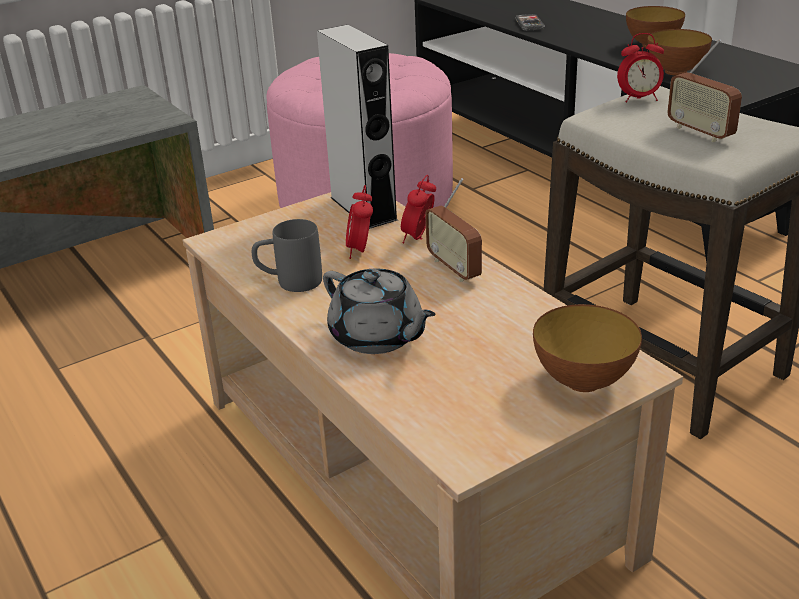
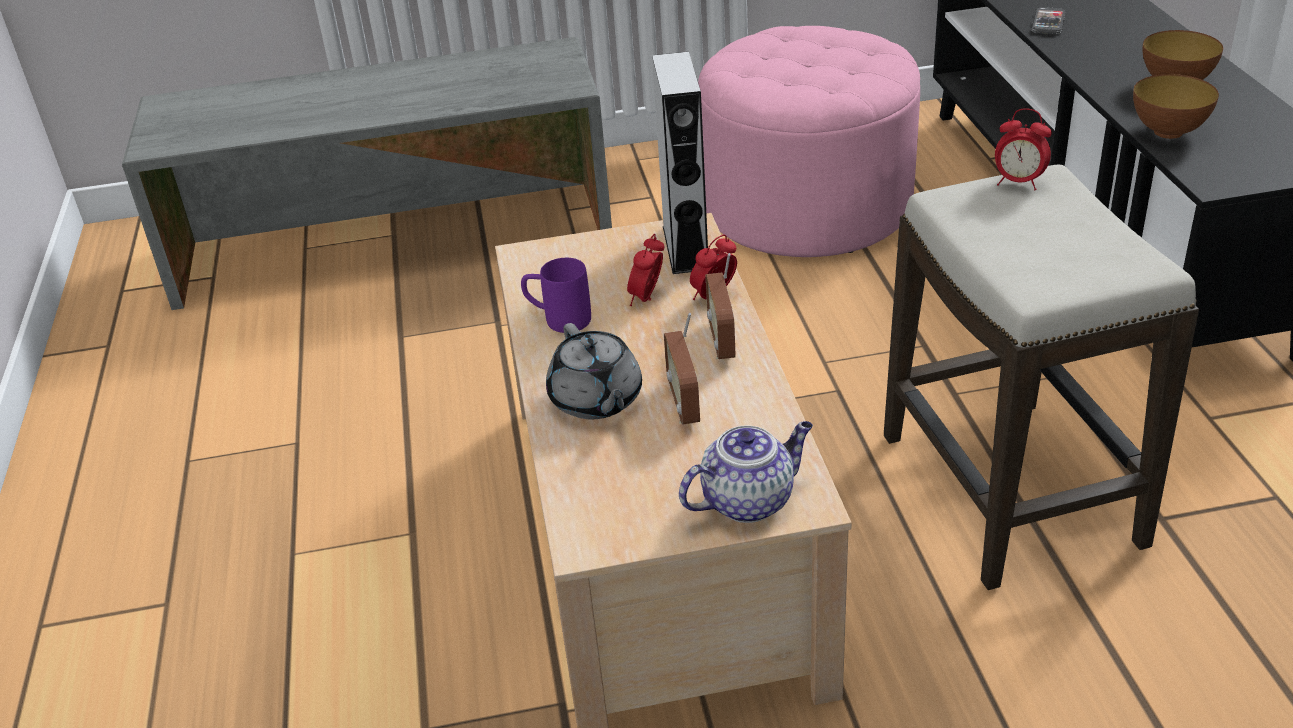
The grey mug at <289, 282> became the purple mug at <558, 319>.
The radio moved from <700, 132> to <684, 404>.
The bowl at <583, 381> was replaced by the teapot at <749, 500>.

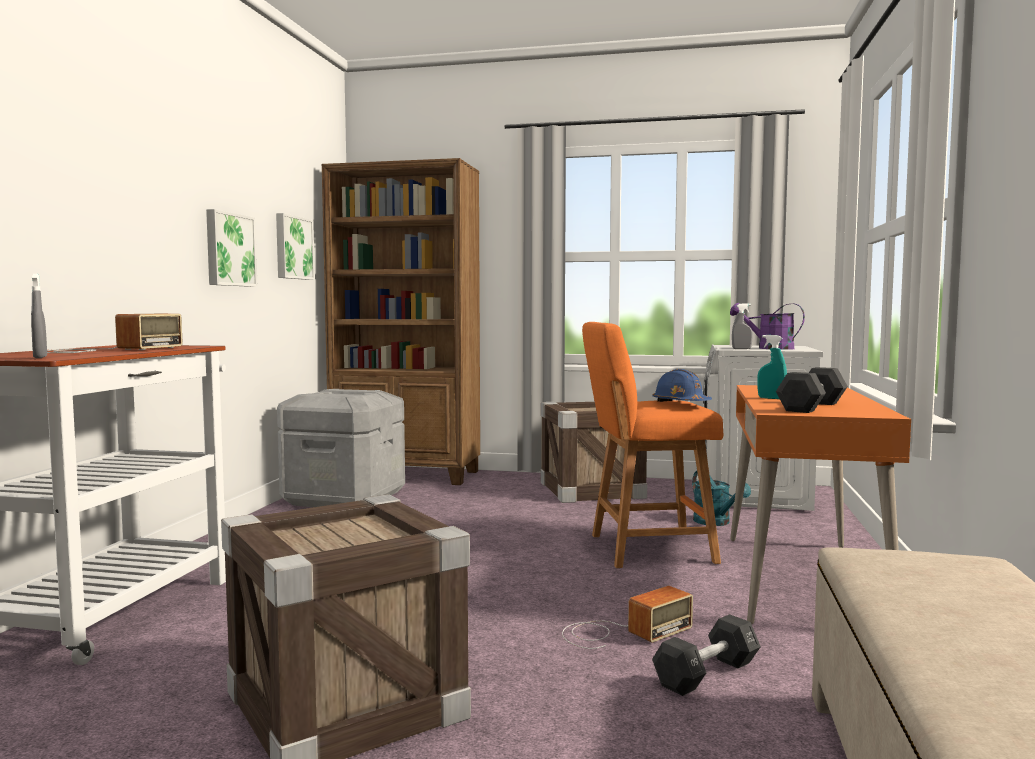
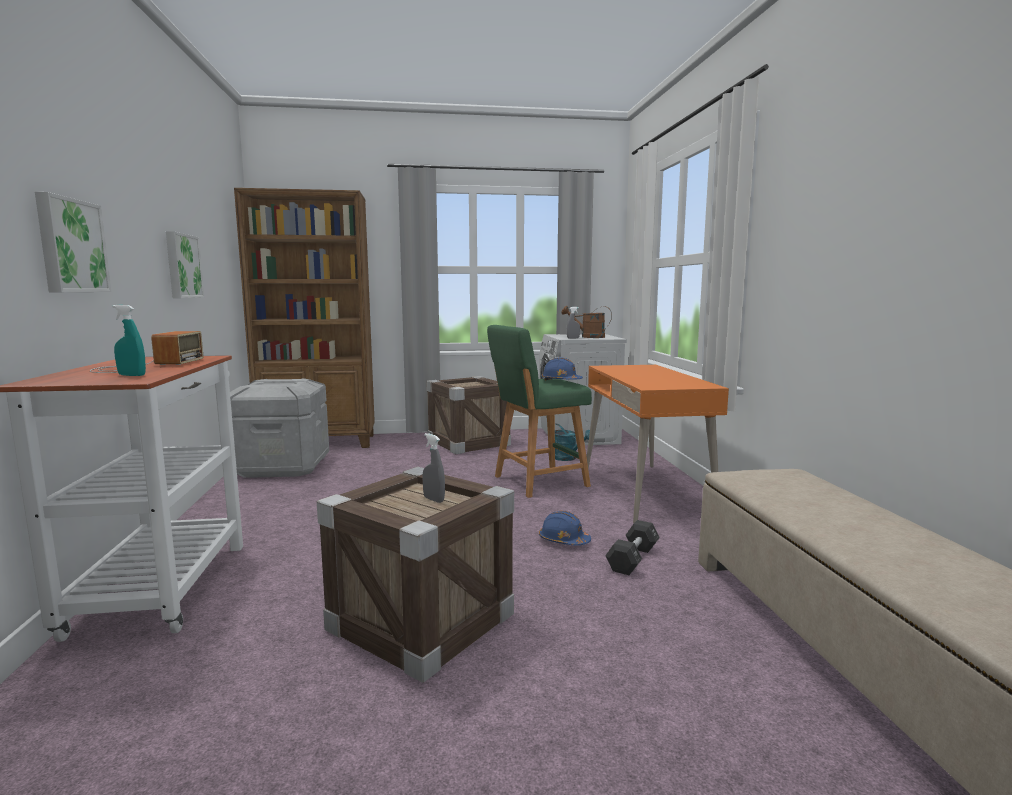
The picture moved from <292, 247> to <70, 246>.
The turquoise spray bottle moved from <771, 398> to <132, 375>.
The grey spray bottle moved from <40, 357> to <434, 499>.
The orange stool at <645, 549> became the green stool at <537, 482>.
The radio at <621, 632> was replaced by the blue hard hat at <563, 541>.
The purple watering can at <768, 348> became the brown watering can at <588, 337>.
The black dumbbell at <812, 407> disappeared.

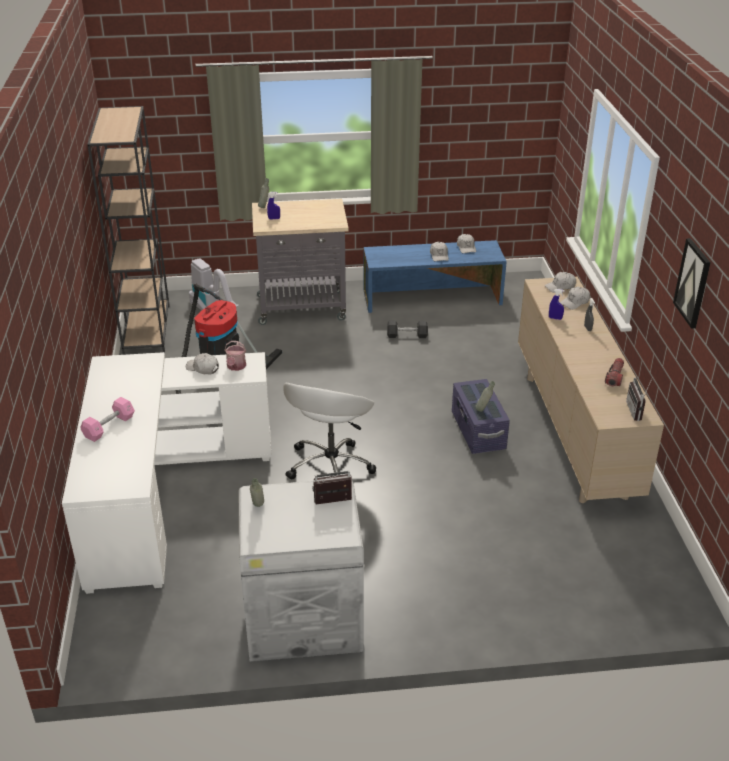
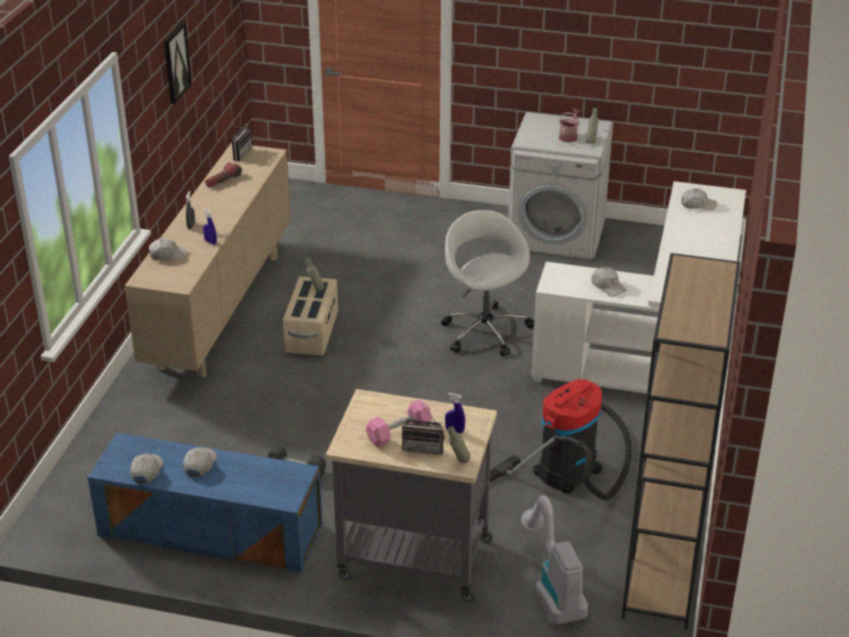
The purple storage box at <478, 431> became the beige storage box at <312, 333>.
The pink dumbbell moved from <109, 427> to <399, 432>.
The radio moved from <333, 503> to <424, 448>.
The white office chair at <329, 468> turned 75 degrees counterclockwise.
The watering can moved from <236, 367> to <569, 136>.
The white cap moved from <560, 287> to <698, 205>.

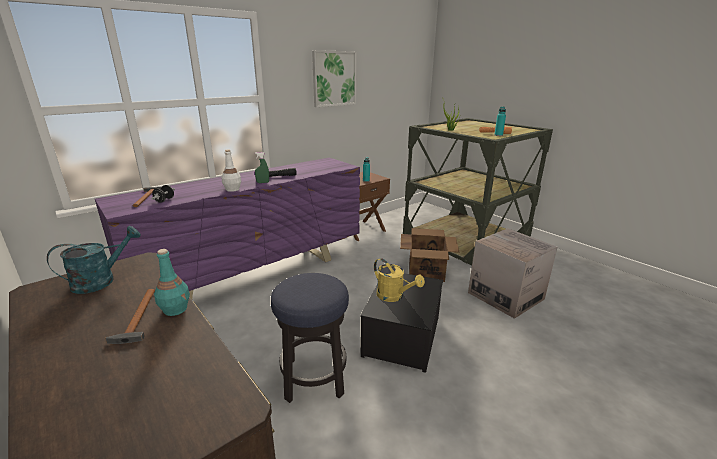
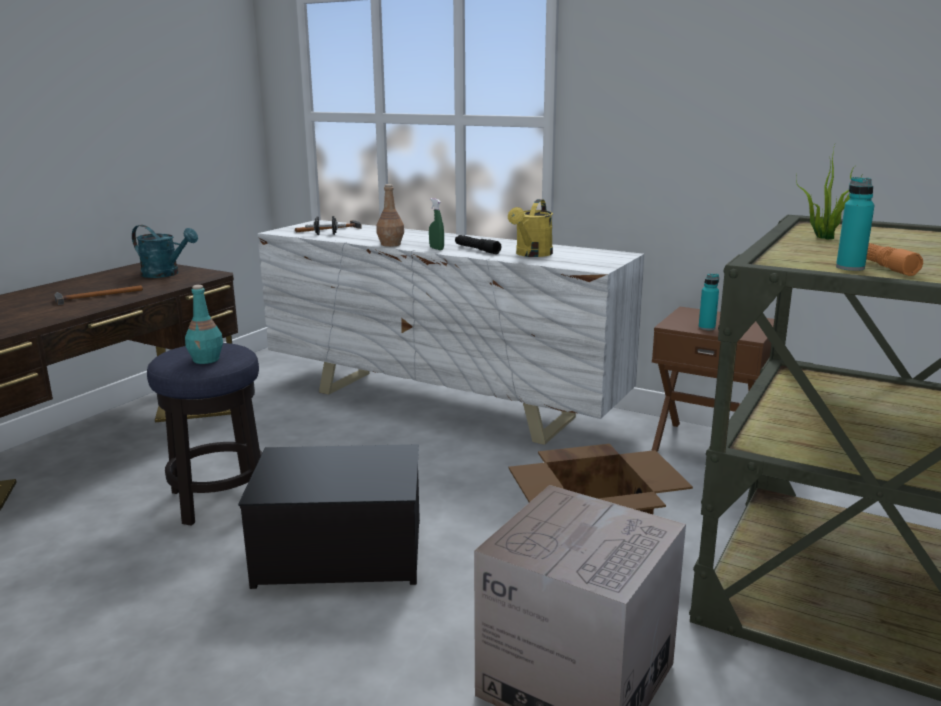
The turquoise bottle moved from <175, 309> to <206, 359>.
The purple cabinet at <256, 275> became the white cabinet at <442, 405>.
The white bottle at <232, 189> became the brown bottle at <391, 244>.
The yellow watering can moved from <394, 296> to <531, 254>.
The picture at <334, 78> disappeared.

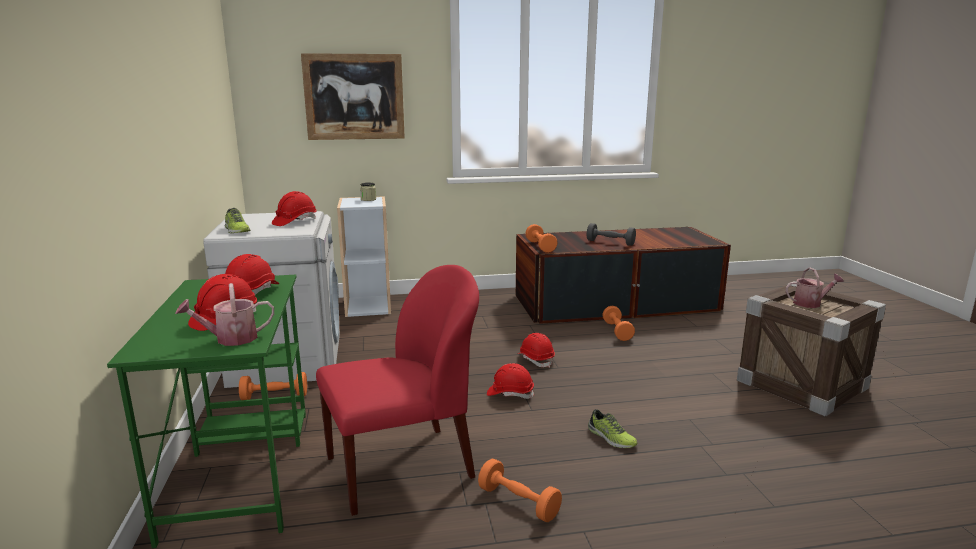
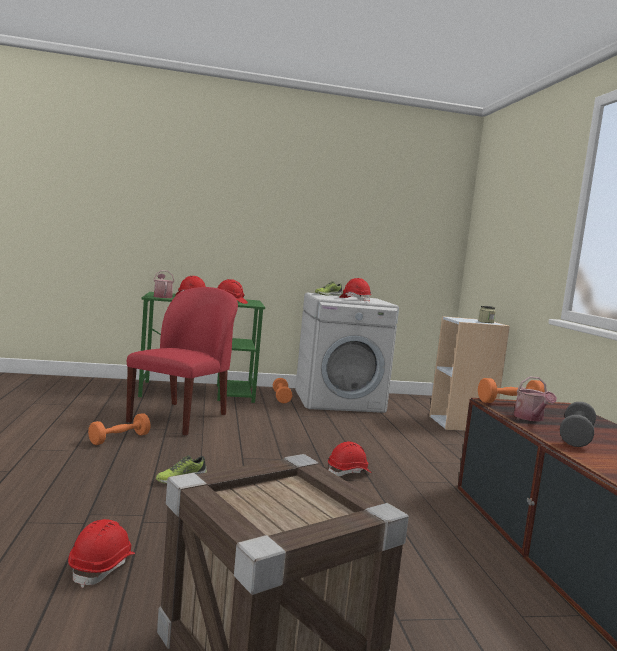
The red hard hat moved from <510, 393> to <102, 567>.
The red chair at <403, 467> turned 135 degrees counterclockwise.
The watering can moved from <810, 303> to <530, 418>.
The picture at <354, 97> disappeared.
The orange dumbbell at <617, 331> disappeared.

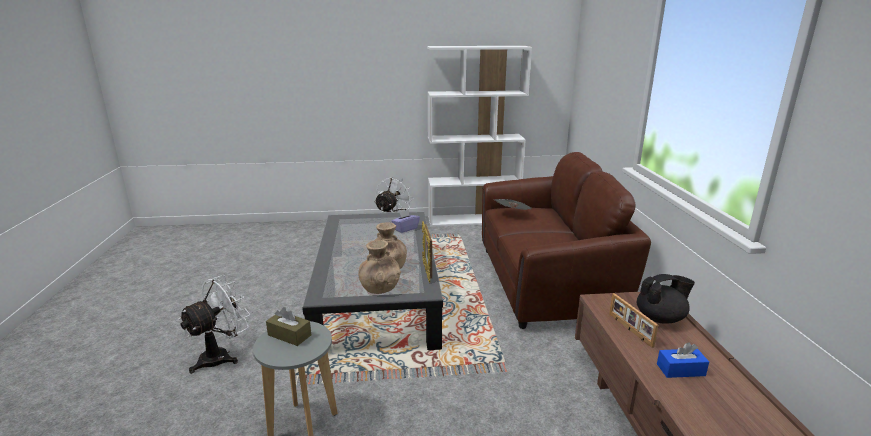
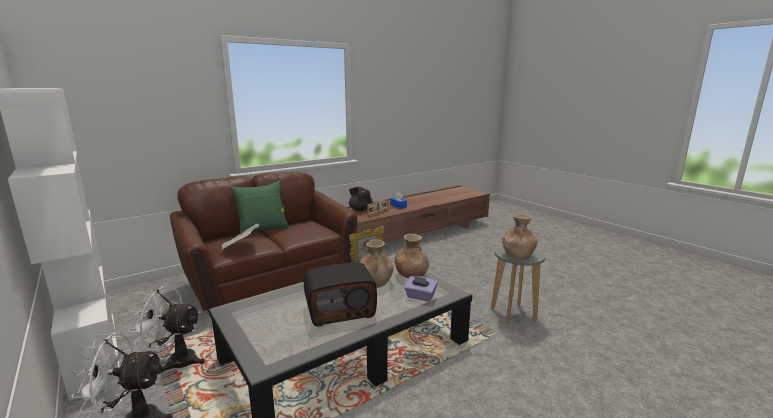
The white fan moved from <222, 356> to <175, 360>.
The green pillow at <262, 231> appeared.
The radio at <340, 310> appeared.
The purple tissue box moved from <405, 229> to <420, 296>.
The brown tissue box at <289, 335> was replaced by the brown vase at <518, 255>.

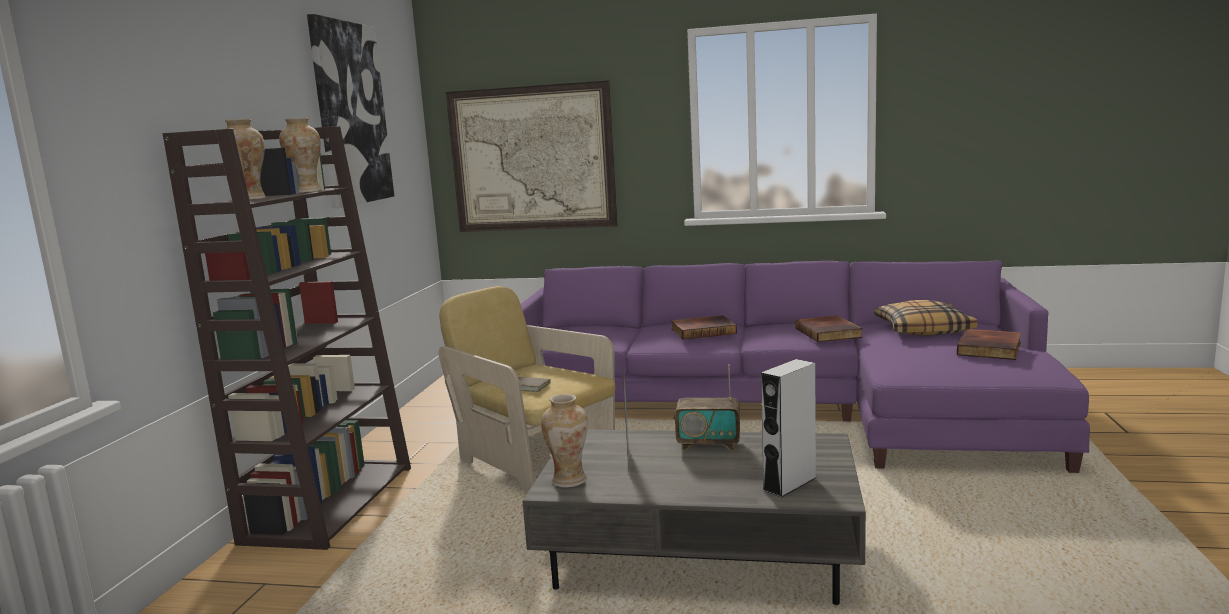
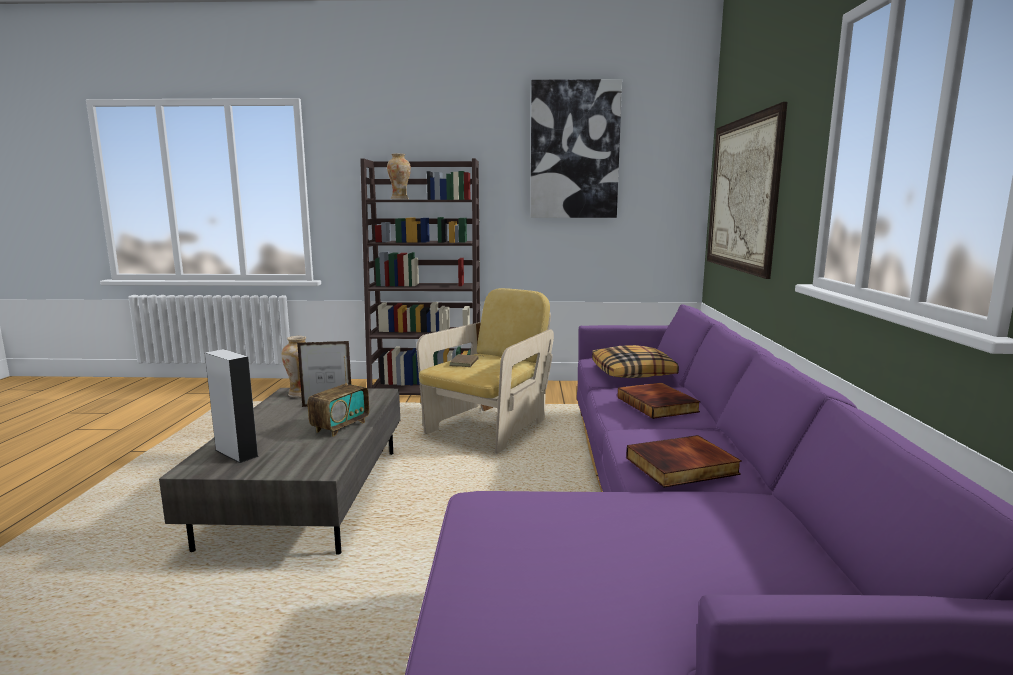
The radio at <708, 444> turned 150 degrees counterclockwise.
The pillow moved from <923, 329> to <633, 373>.
The vase at <307, 191> disappeared.
The book at <991, 349> disappeared.

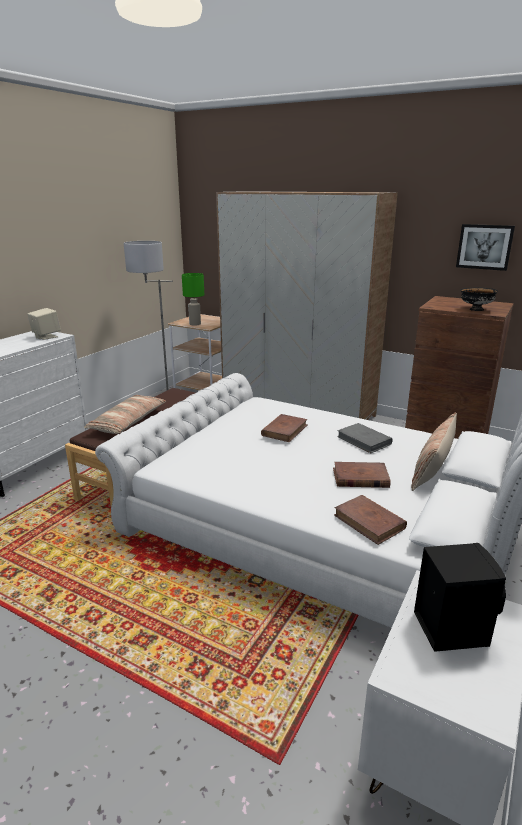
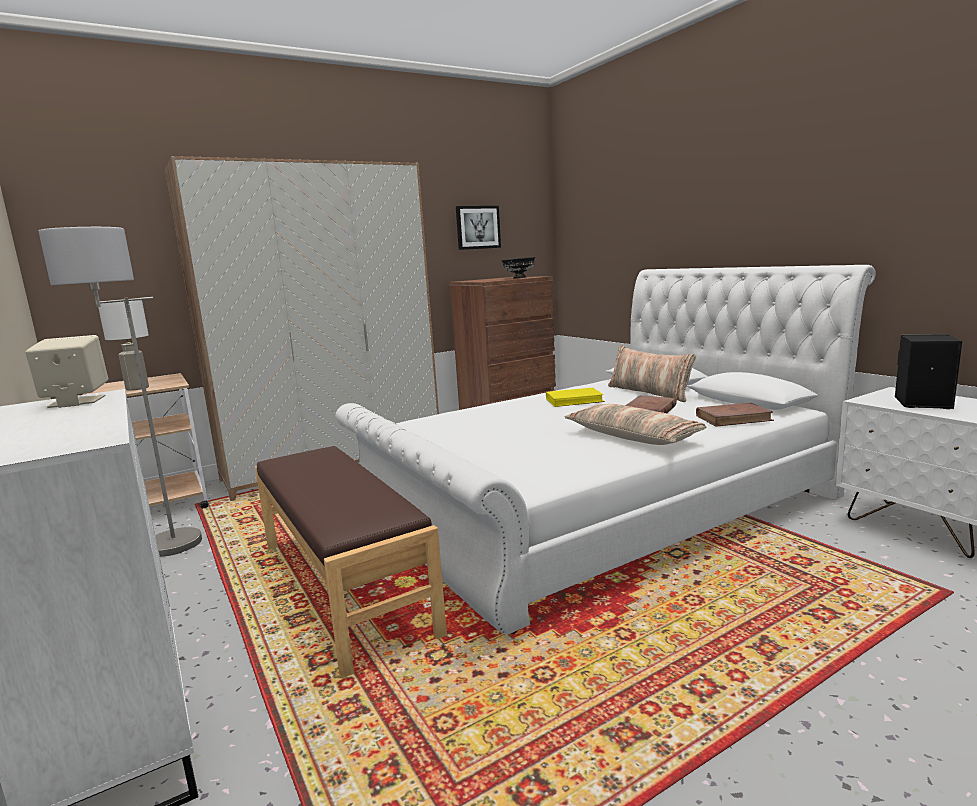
The green table lamp at <195, 324> became the white table lamp at <137, 388>.
The grey book at <364, 440> became the yellow book at <574, 400>.
The pillow moved from <129, 422> to <632, 436>.
The brown book at <284, 430> disappeared.

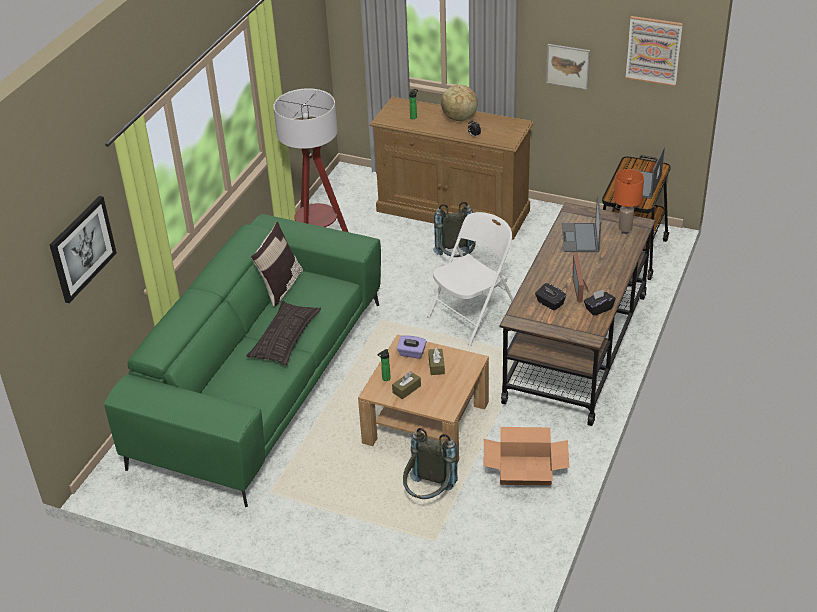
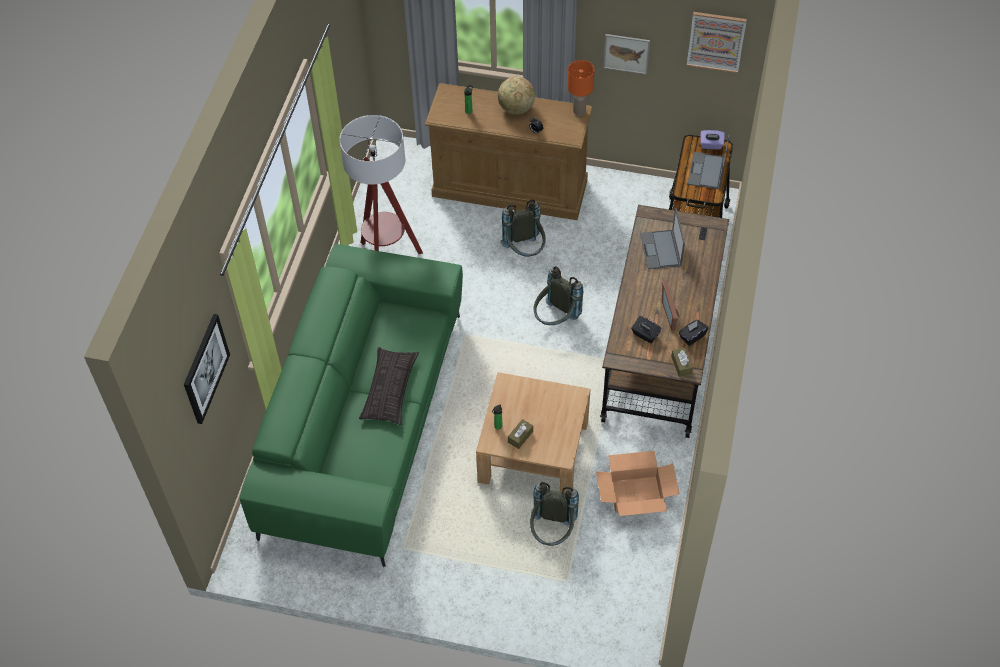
The white chair at <473, 315> was replaced by the grey backpack at <555, 319>.
The orange table lamp moved from <625, 228> to <579, 110>.
The brown tissue box moved from <436, 366> to <681, 365>.
The purple tissue box moved from <411, 353> to <711, 145>.
The pillow at <280, 287> disappeared.

